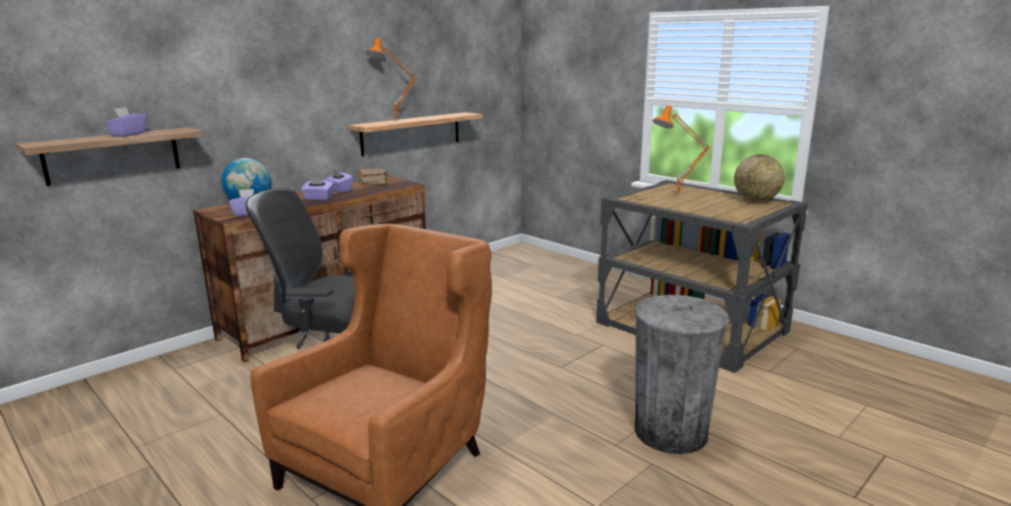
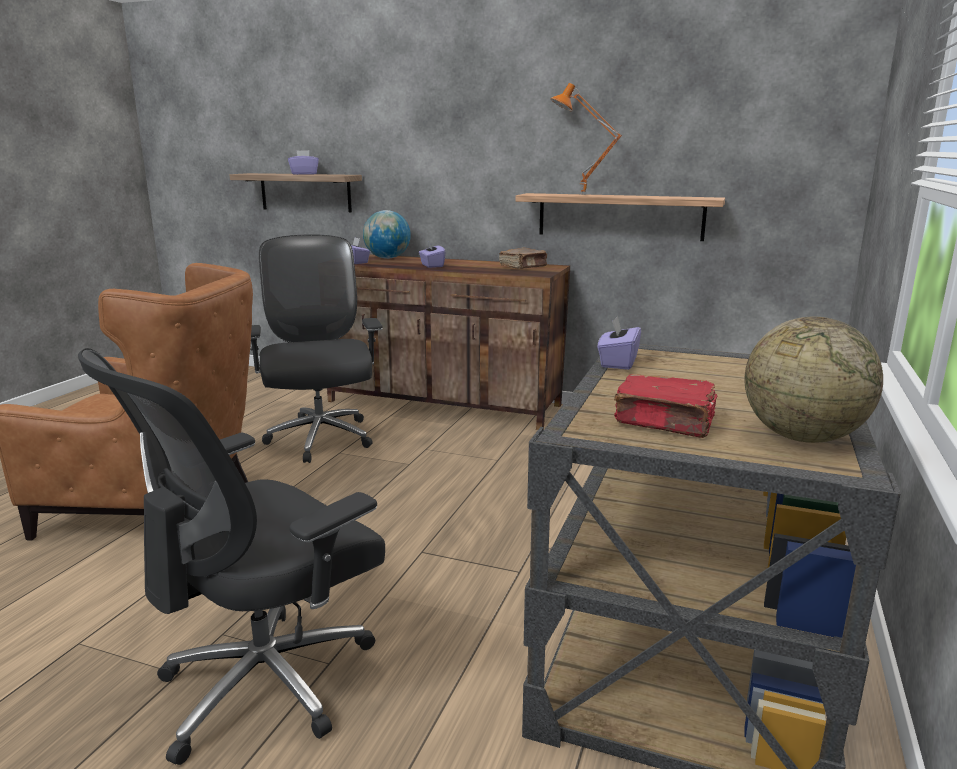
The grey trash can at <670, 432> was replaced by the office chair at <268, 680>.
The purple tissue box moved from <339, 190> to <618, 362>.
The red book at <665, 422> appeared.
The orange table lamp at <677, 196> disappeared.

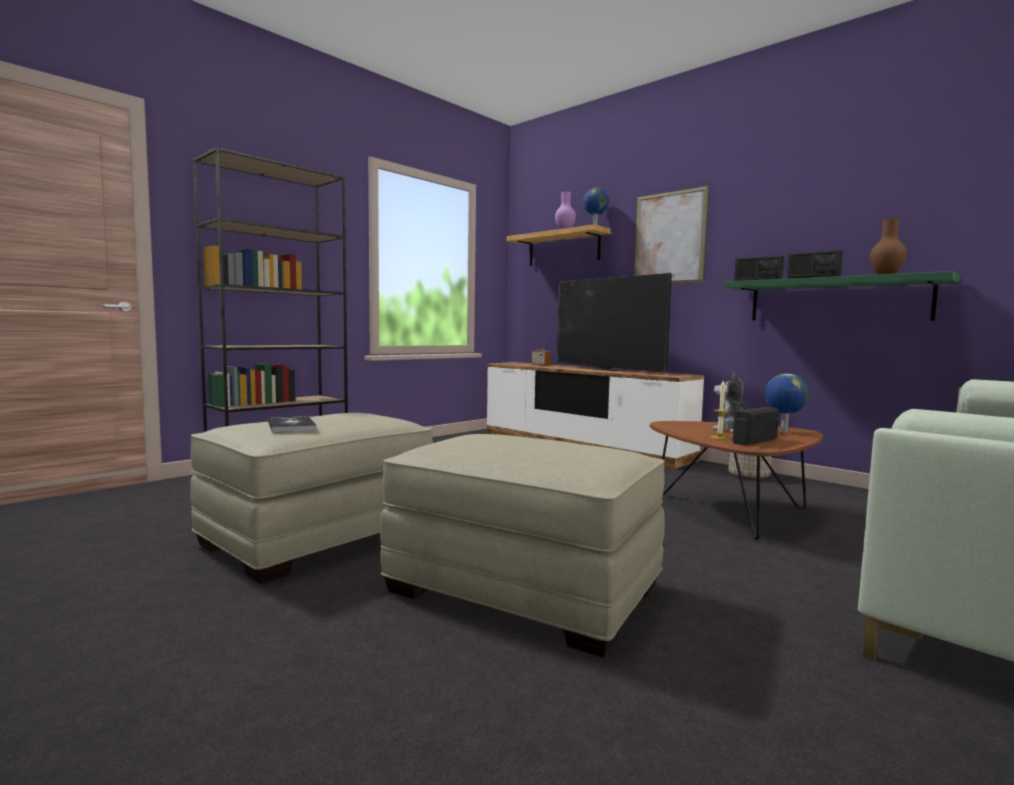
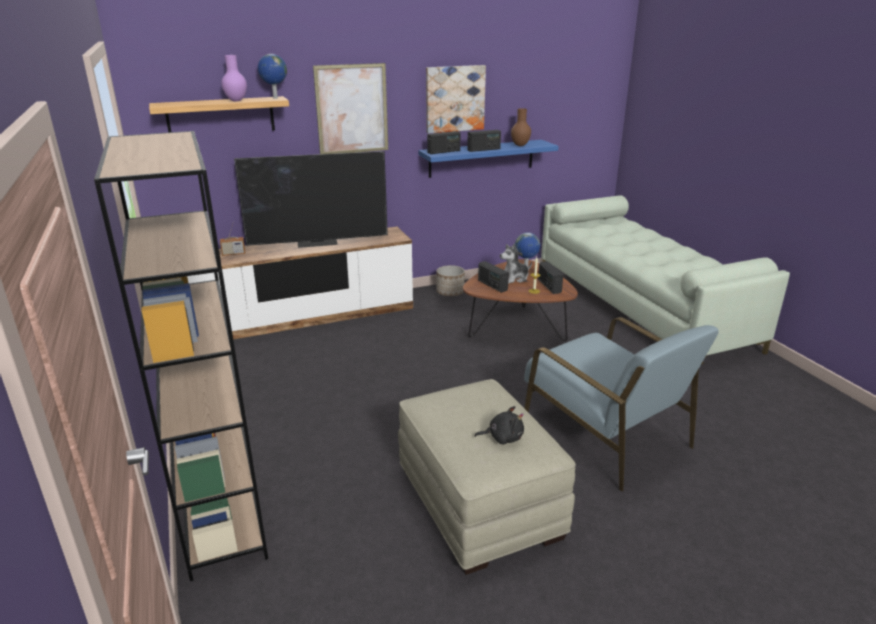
The green shelf at <836, 300> became the blue shelf at <481, 158>.
The picture at <455, 99> appeared.
The book at <291, 426> was replaced by the black plush toy at <503, 437>.
The radio at <492, 285> appeared.
The beige ottoman at <522, 588> was replaced by the blue armchair at <603, 434>.

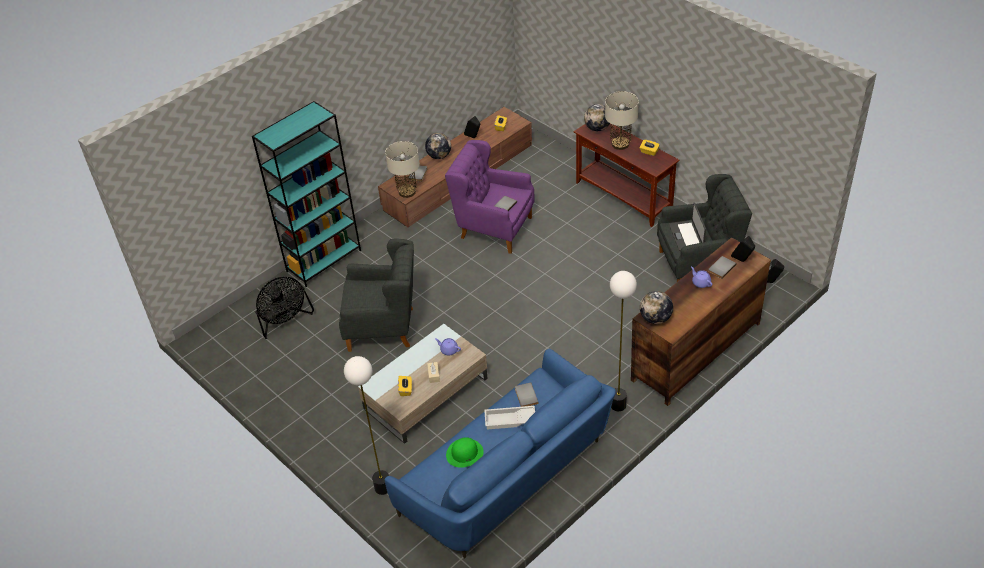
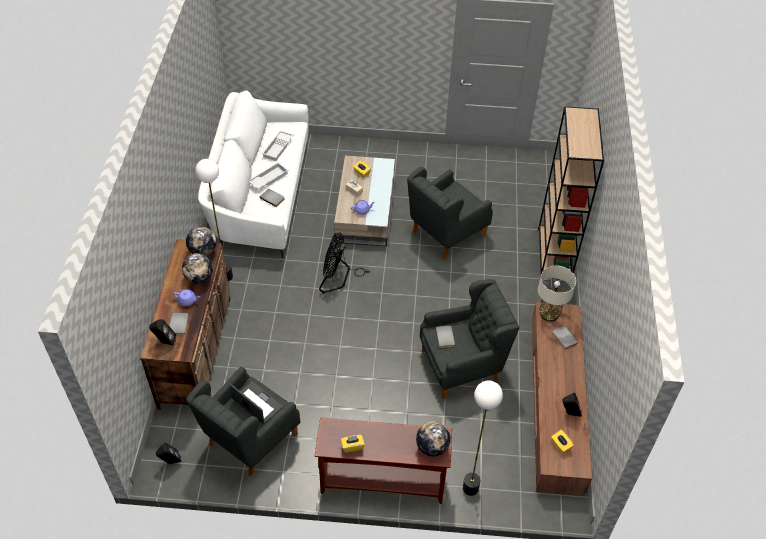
The globe moved from <439, 156> to <199, 278>.
The blue sofa at <508, 477> became the white sofa at <260, 194>.
The green hat at <464, 453> was replaced by the white tray at <278, 148>.
The black fan moved from <282, 321> to <339, 275>.
The purple armchair at <494, 228> became the grey armchair at <462, 366>.
The floor lamp moved from <383, 488> to <470, 488>.
The turquoise bookcase at <324, 260> became the beige bookcase at <554, 255>.
The table lamp at <620, 144> disappeared.

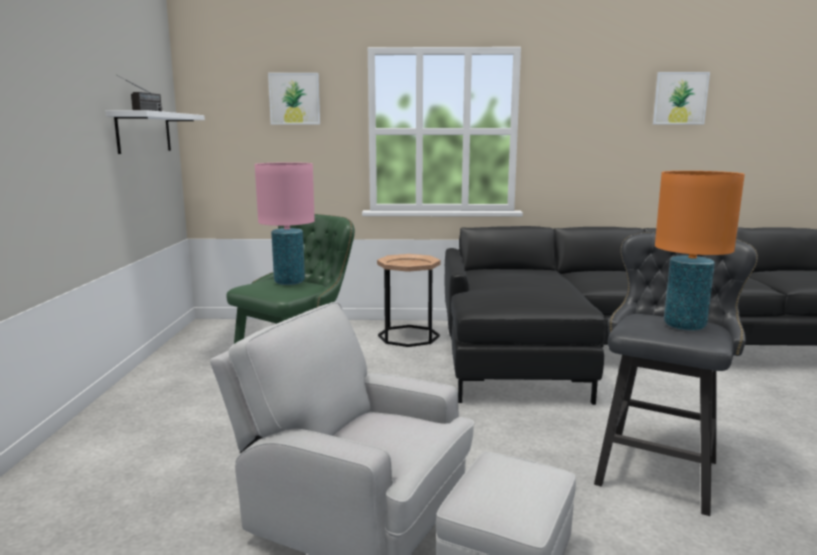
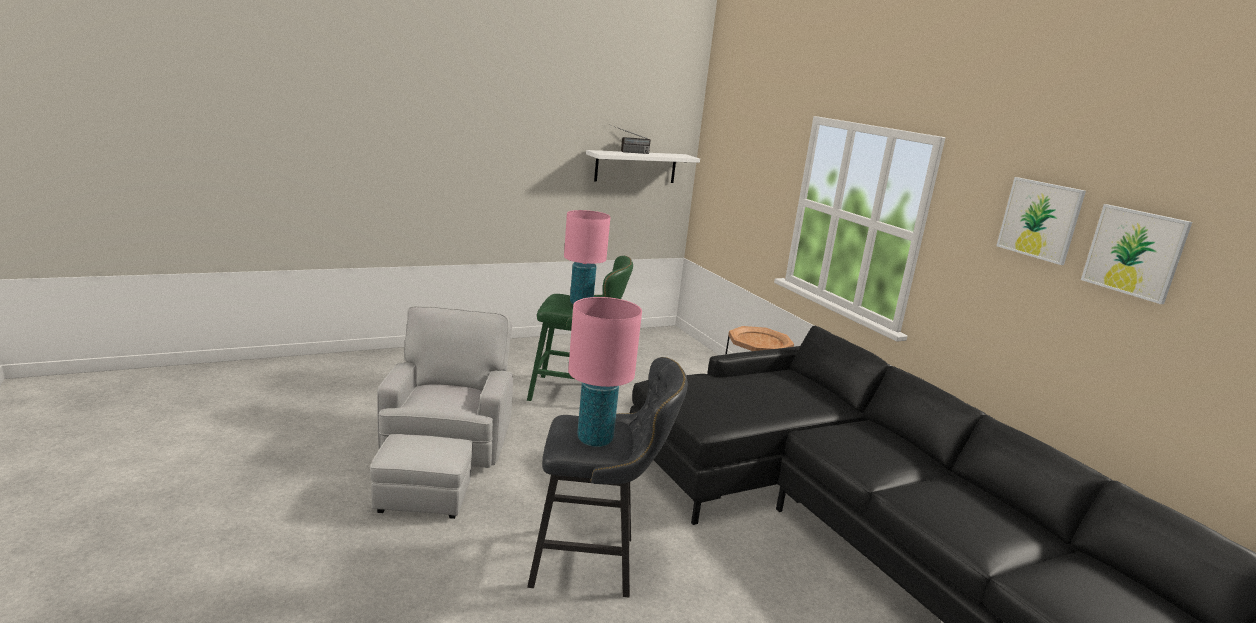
The orange table lamp at <684, 326> became the pink table lamp at <594, 439>.
The picture moved from <294, 99> to <1040, 220>.

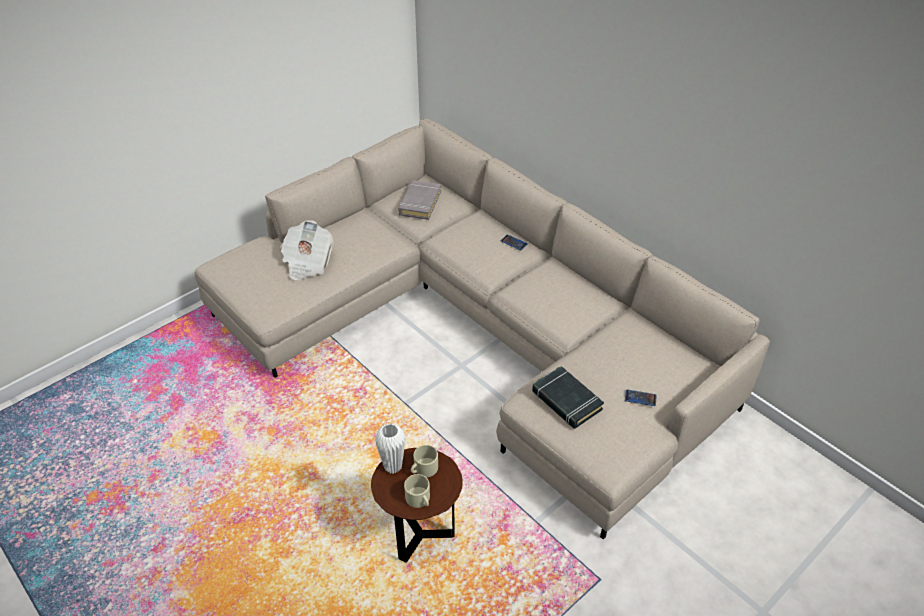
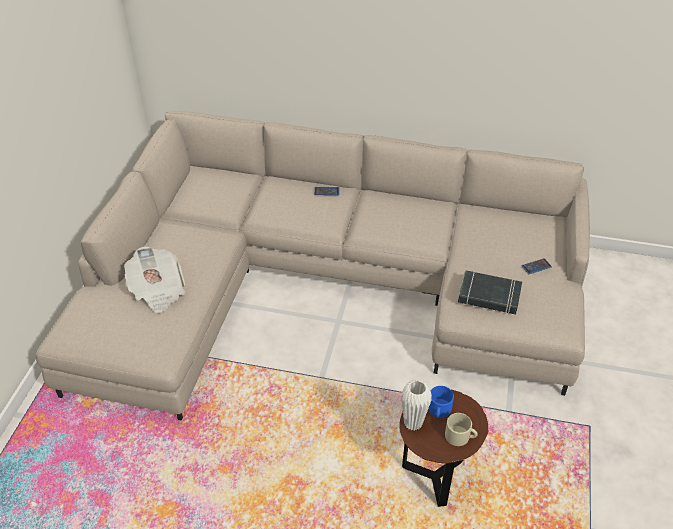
The beige mug at <423, 469> became the blue mug at <439, 410>.
The grey book at <419, 203> disappeared.

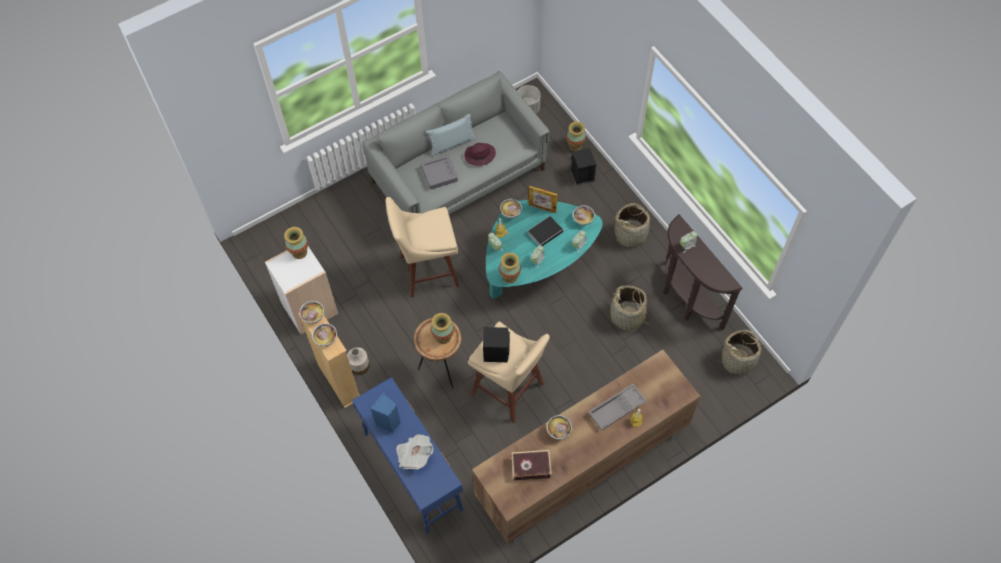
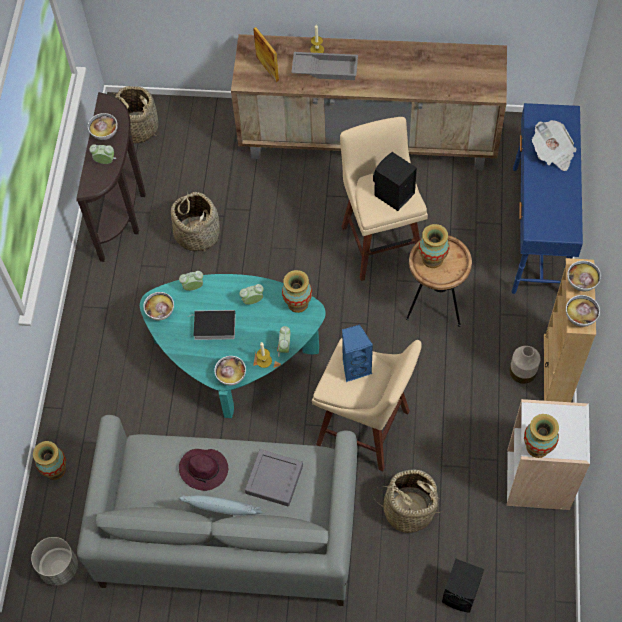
The bowl moved from <558, 431> to <105, 134>.
The picture frame moved from <542, 208> to <267, 68>.
The blue speaker moved from <389, 423> to <355, 367>.
The basket moved from <631, 234> to <408, 509>.
The black speaker moved from <581, 175> to <462, 593>.
The book at <531, 467> disappeared.

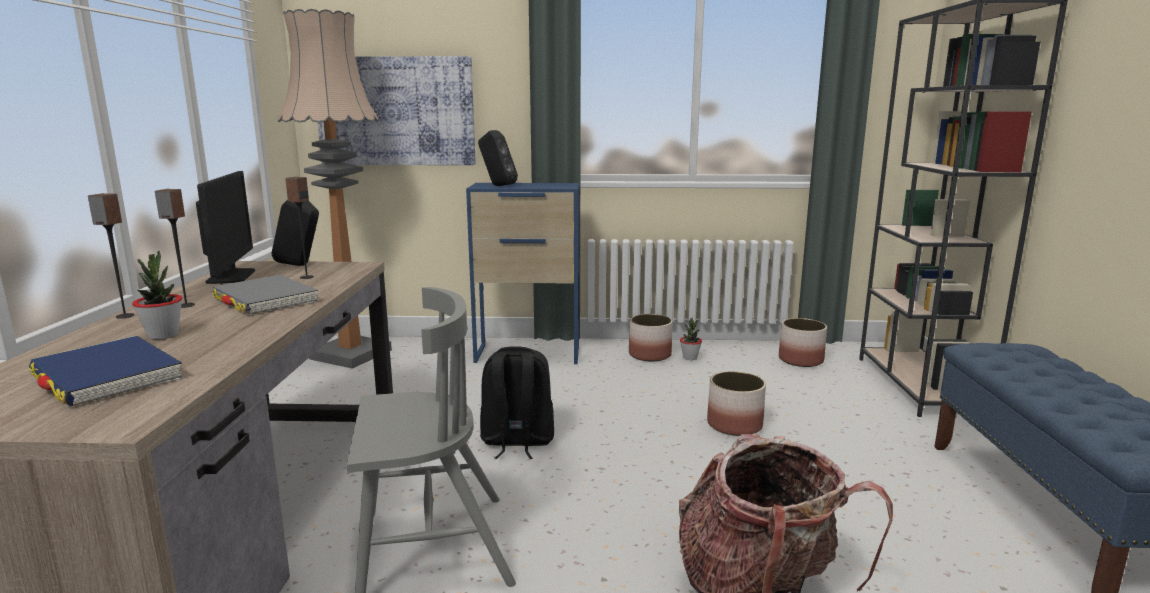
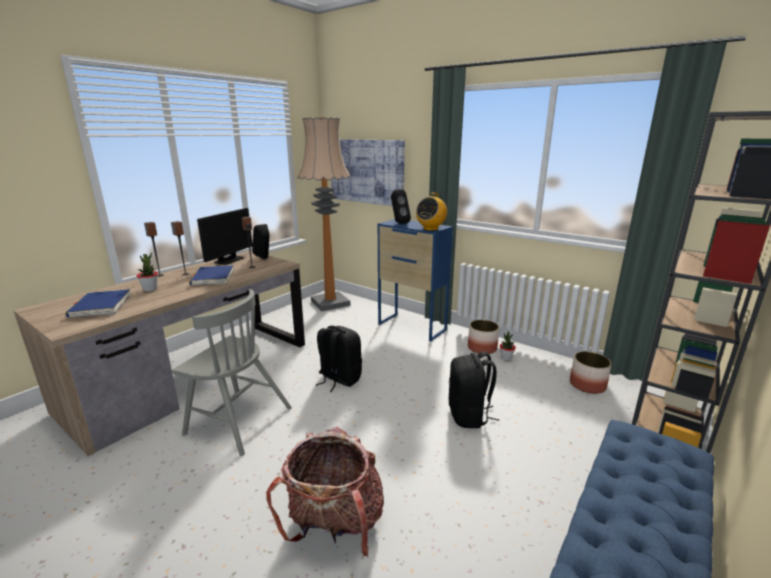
The grey book at <265, 300> became the blue book at <213, 278>.
The radio at <430, 228> appeared.
The planter at <735, 425> was replaced by the black backpack at <469, 415>.

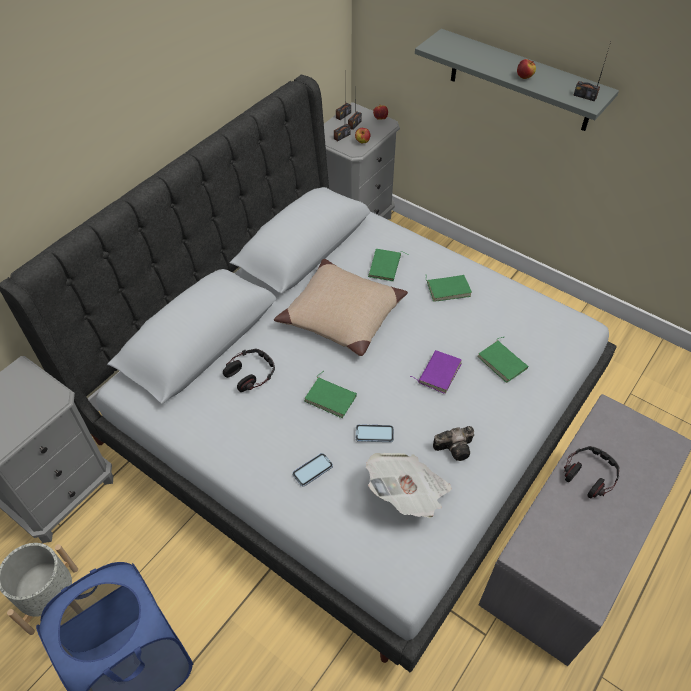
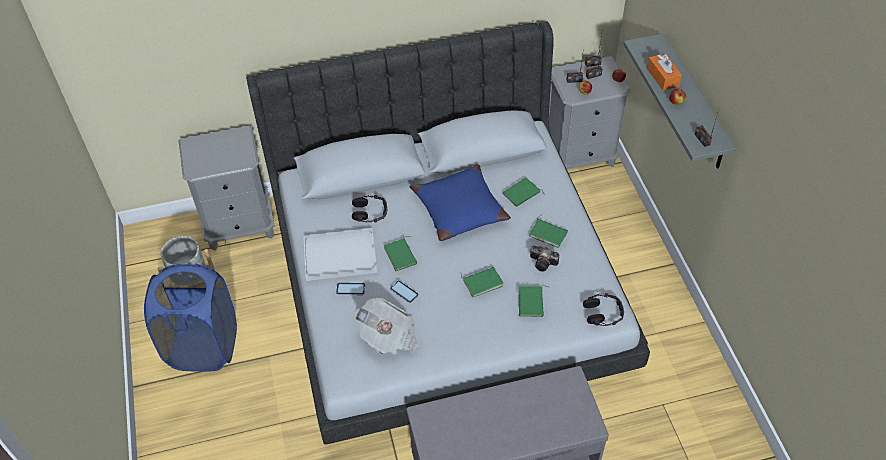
The white tray at <341, 254> appeared.
The beige pillow at <341, 316> became the blue pillow at <459, 210>.
The purple book at <438, 372> became the green book at <482, 282>.
The photo camera moved from <456, 447> to <544, 263>.
The headphones moved from <589, 474> to <603, 313>.
The orange tissue box at <662, 77> appeared.

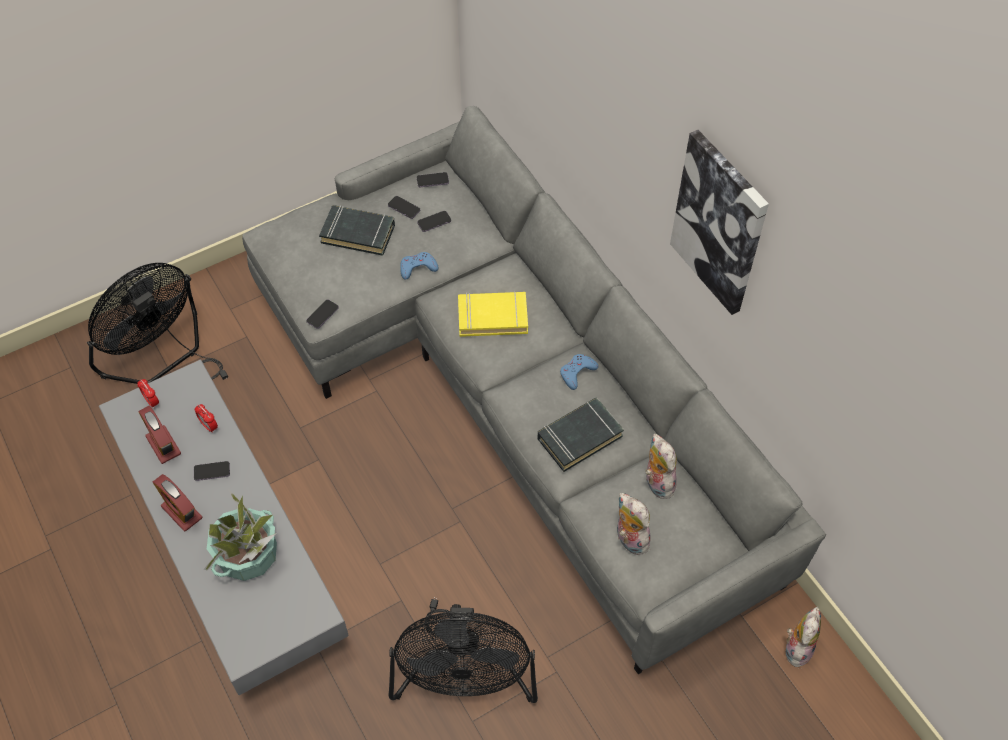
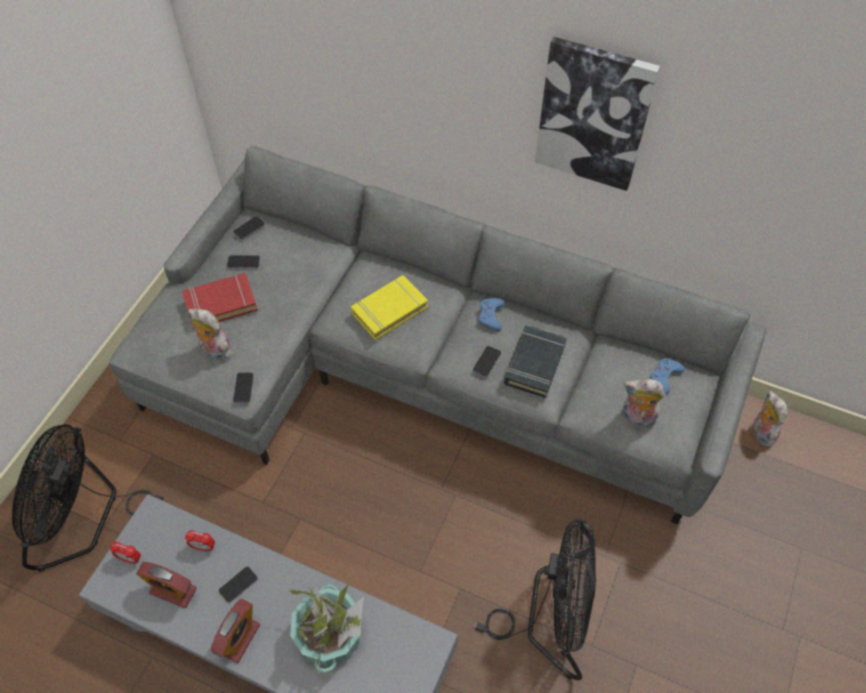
The black book at <358, 233> became the red book at <220, 303>.
The plush toy moved from <656, 483> to <215, 351>.
The alarm clock at <182, 512> turned 75 degrees counterclockwise.
The phone moved from <434, 222> to <487, 362>.
The black fan at <460, 671> turned 45 degrees counterclockwise.
The blue game controller moved from <417, 267> to <664, 377>.

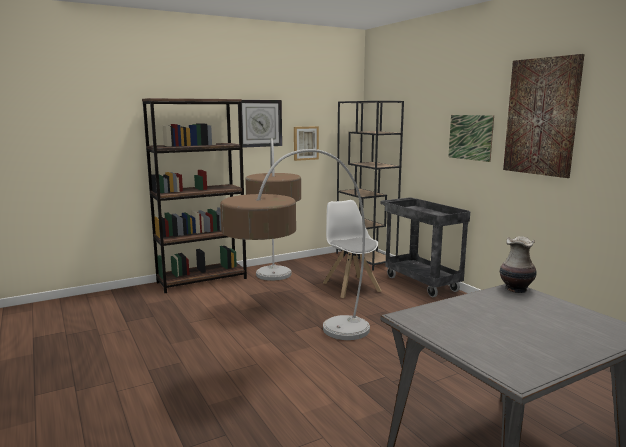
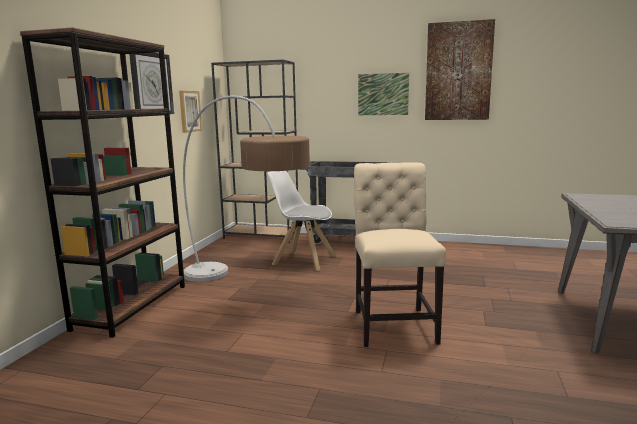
The floor lamp at <300, 352> was replaced by the beige chair at <394, 323>.
The vase at <515, 289> disappeared.

